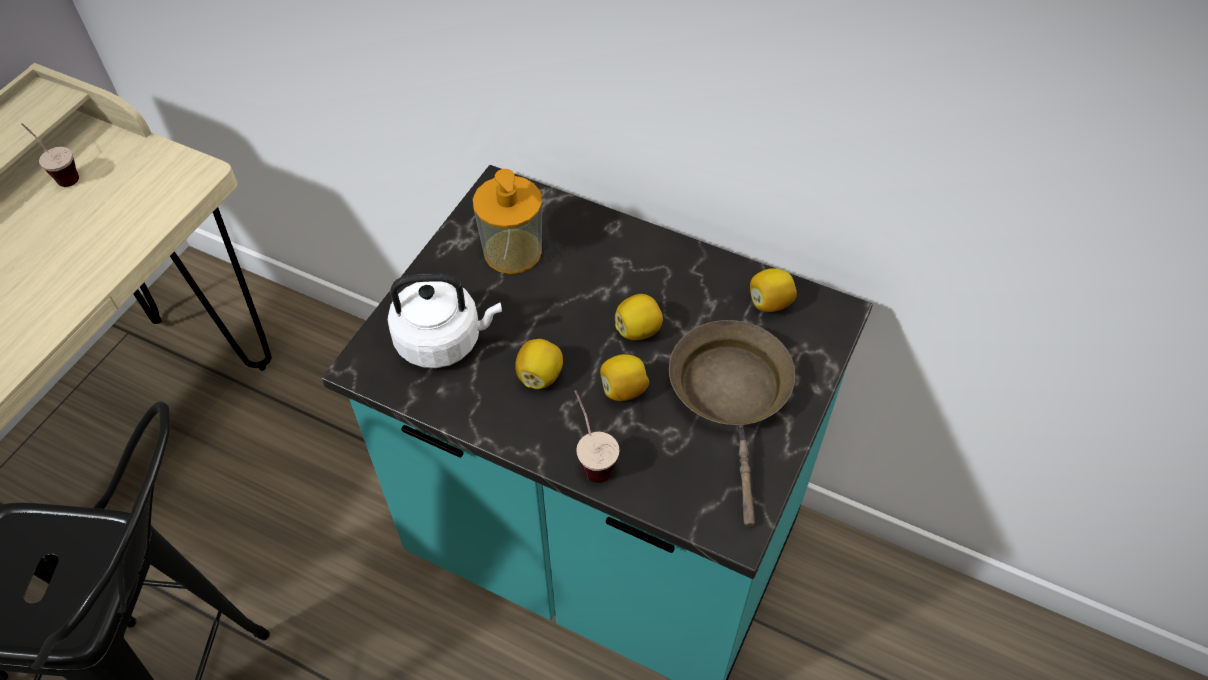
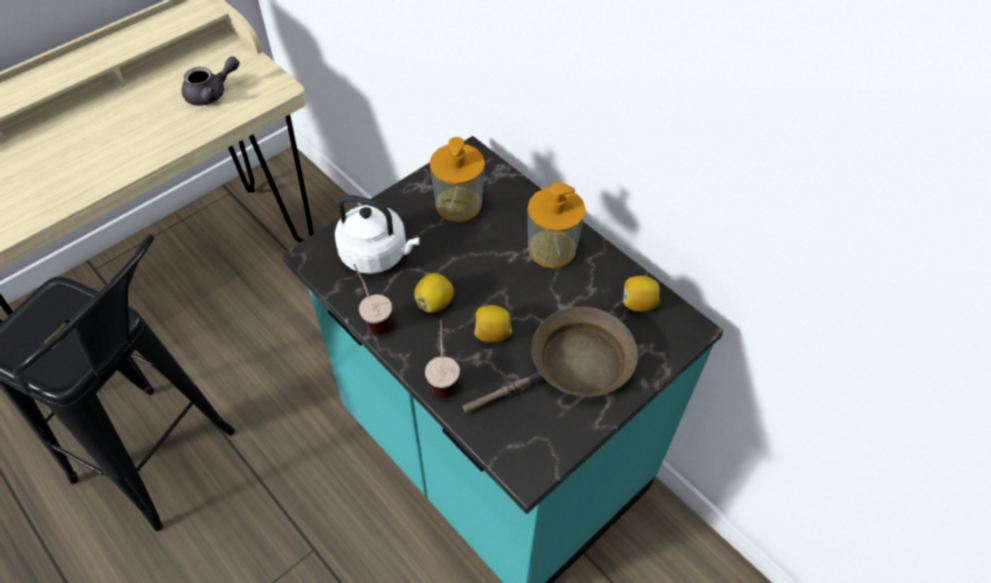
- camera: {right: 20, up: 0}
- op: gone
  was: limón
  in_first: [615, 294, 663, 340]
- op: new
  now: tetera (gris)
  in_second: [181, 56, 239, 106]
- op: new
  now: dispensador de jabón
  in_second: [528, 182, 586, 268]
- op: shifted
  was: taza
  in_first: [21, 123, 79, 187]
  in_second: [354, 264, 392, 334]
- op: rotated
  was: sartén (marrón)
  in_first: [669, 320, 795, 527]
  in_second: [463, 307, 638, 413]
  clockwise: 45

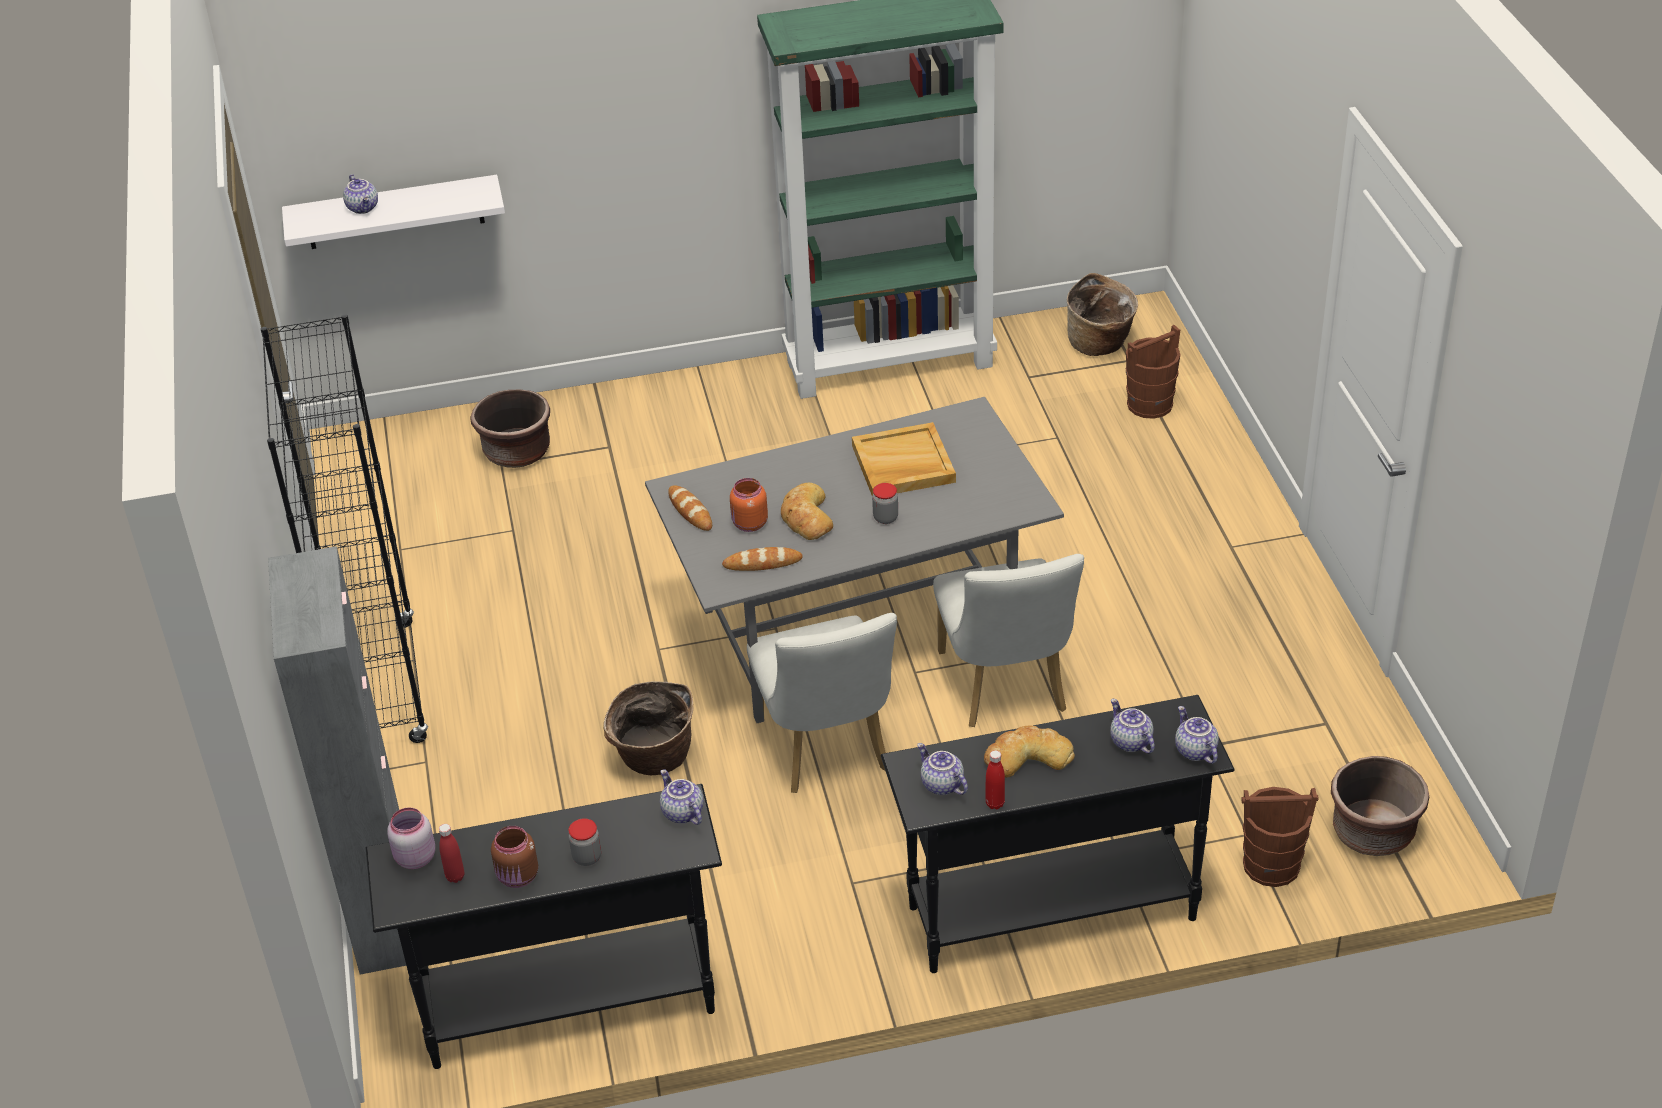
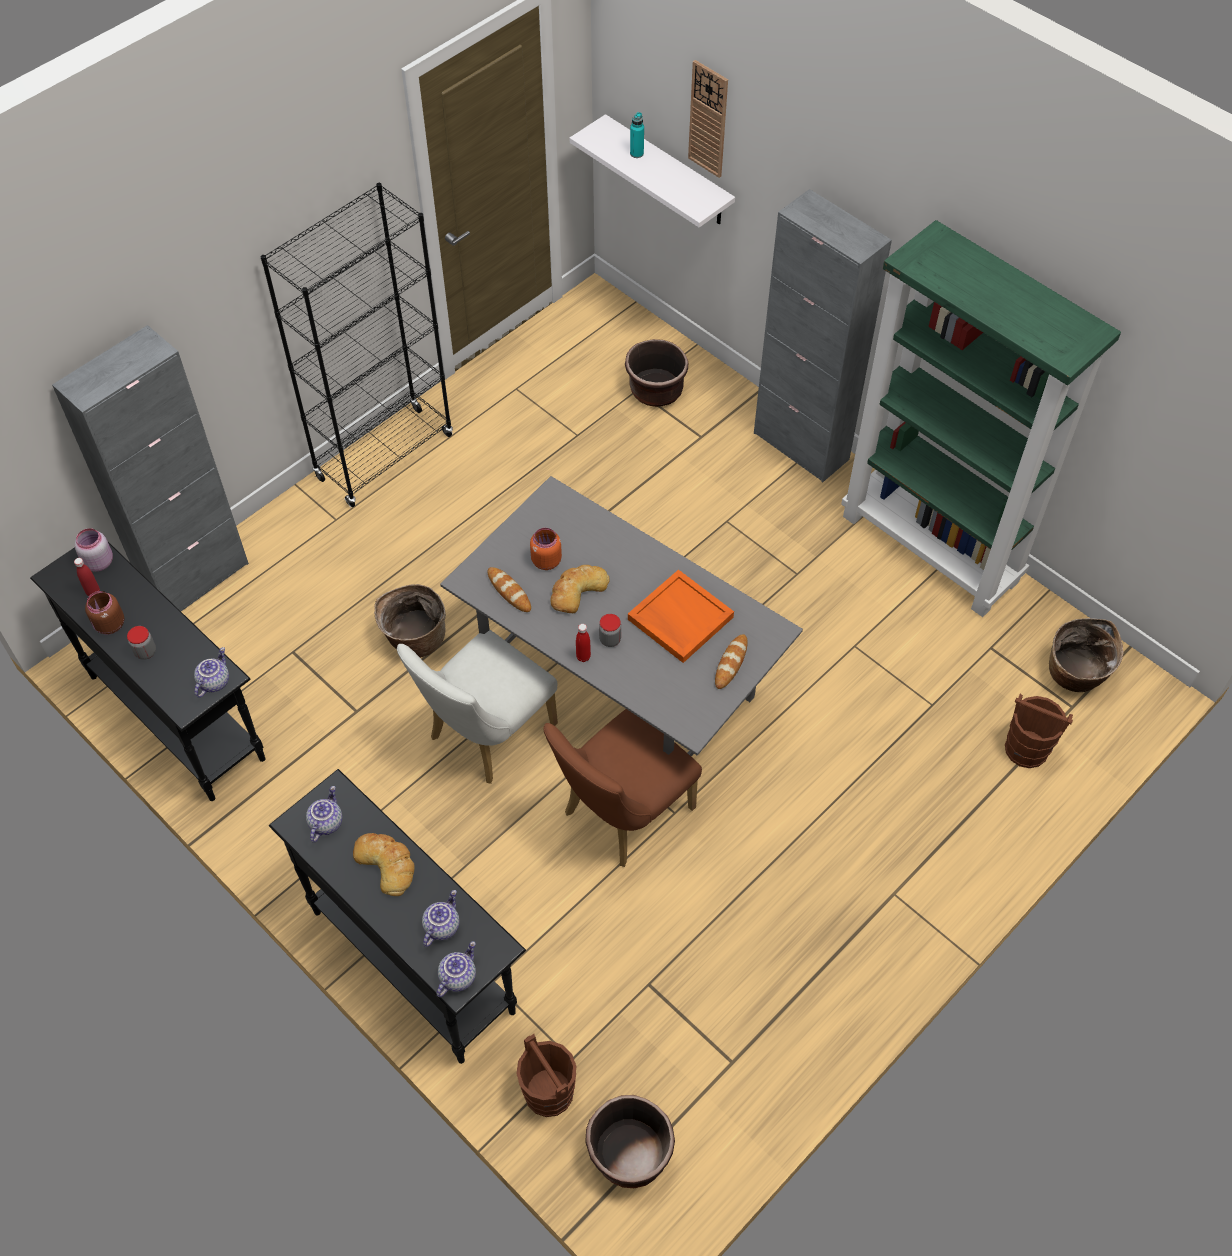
- camera: {right: 55, up: 15}
- op: new
  now: reloj de pared
  in_second: [688, 60, 728, 178]
- op: new
  now: armario (gris)
  in_second: [754, 189, 892, 482]
- op: shifted
  was: pan
  in_first: [668, 485, 712, 531]
  in_second: [715, 634, 748, 689]
- op: shifted
  was: botella (rojo)
  in_first: [985, 750, 1005, 810]
  in_second: [576, 624, 591, 662]
- op: swapped
  was: tetera
  now: botella (turquesa)
  in_first: [343, 174, 378, 214]
  in_second: [630, 112, 644, 158]
- op: repainted
  was: bandeja (beis)
  now: bandeja (naranja)
  in_first: [852, 422, 956, 495]
  in_second: [628, 569, 734, 663]
- op: repainted
  was: silla (blanco)
  now: silla (marrón)
  in_first: [933, 554, 1084, 727]
  in_second: [544, 709, 702, 867]

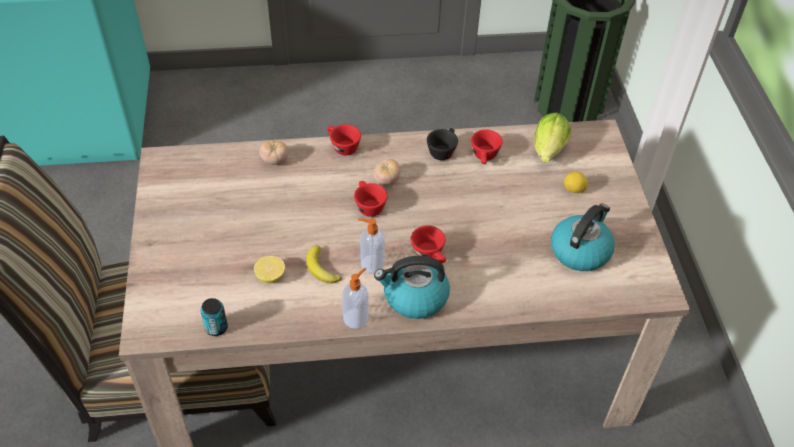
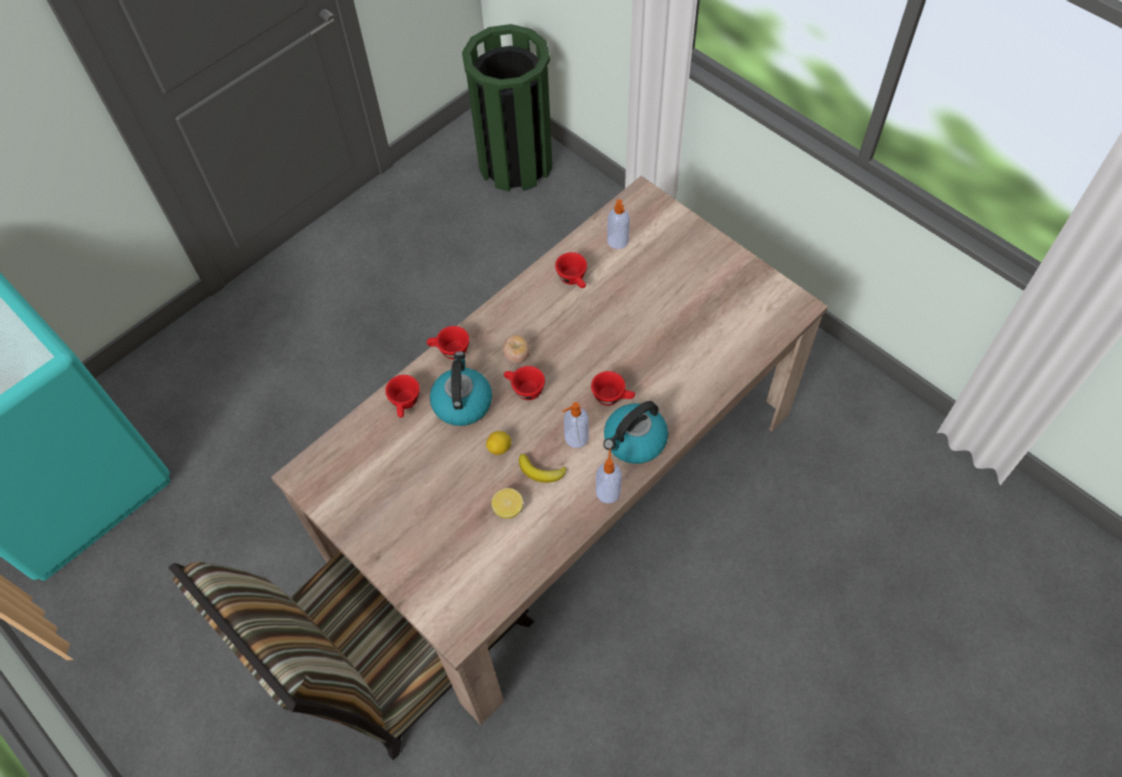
- camera: {right: -35, up: 10}
- op: gone
  was: lata
  in_first: [201, 298, 228, 336]
- op: gone
  was: taza (negro)
  in_first: [427, 128, 458, 160]
- op: shifted
  was: hervidor
  in_first: [551, 204, 615, 271]
  in_second: [430, 351, 492, 426]
- op: shifted
  was: limón
  in_first: [564, 171, 588, 193]
  in_second: [486, 431, 511, 455]
- op: swapped
  was: tomate
  now: taza (rojo)
  in_first: [259, 141, 289, 165]
  in_second: [385, 375, 420, 418]
- op: swapped
  was: lechuga
  now: dispensador de jabón
  in_first: [534, 112, 571, 163]
  in_second: [607, 199, 630, 249]

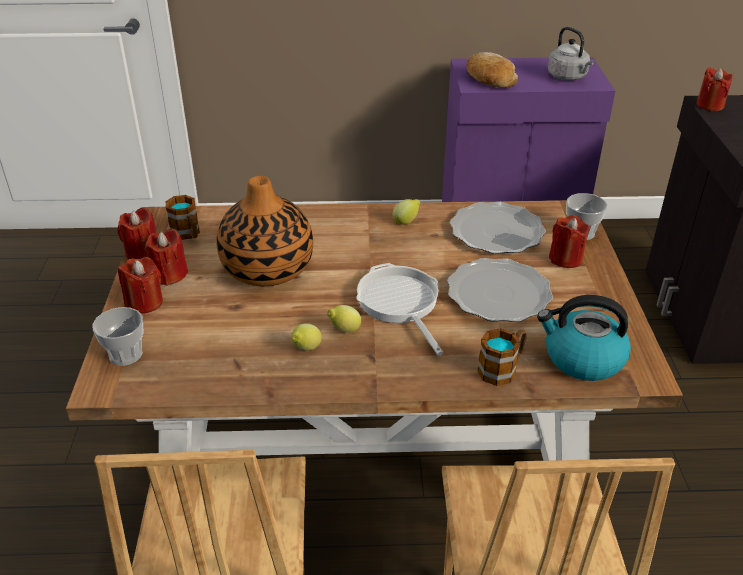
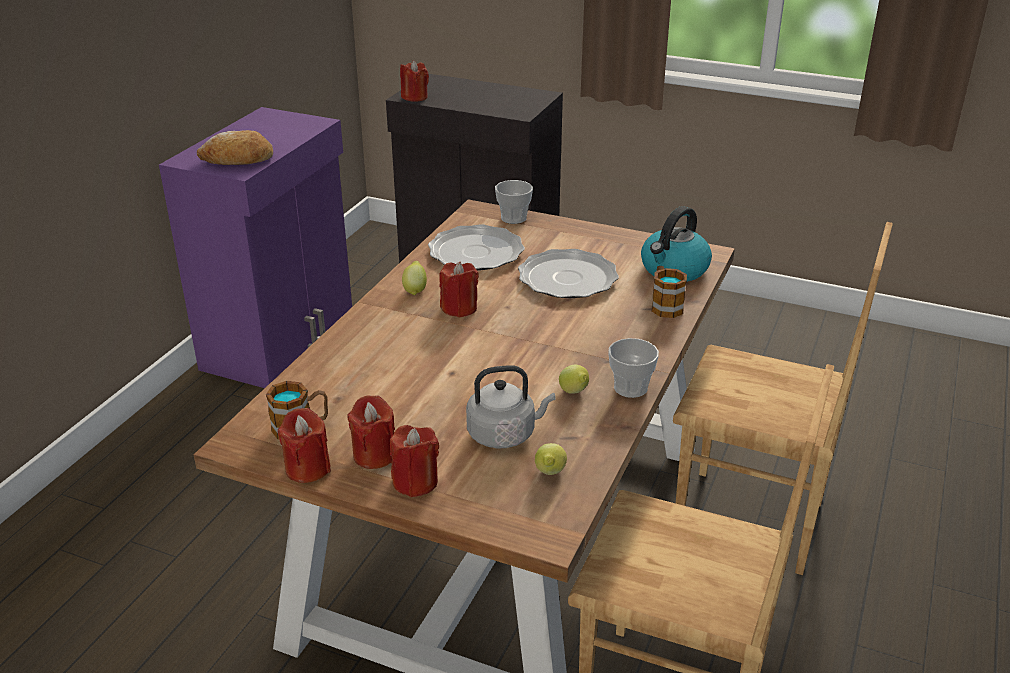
- camera: {right: -65, up: -5}
- op: gone
  was: florero
  in_first: [216, 176, 313, 286]
- op: gone
  was: sartén
  in_first: [356, 263, 443, 355]
- op: shifted
  was: taza
  in_first: [92, 307, 144, 366]
  in_second: [608, 338, 659, 398]
- op: shifted
  was: limón
  in_first: [327, 305, 361, 333]
  in_second: [535, 443, 567, 475]
- op: shifted
  was: hervidor (gris)
  in_first: [548, 27, 594, 81]
  in_second: [466, 365, 556, 449]
- op: shifted
  was: vela (rojo)
  in_first: [549, 215, 590, 268]
  in_second: [439, 262, 479, 318]

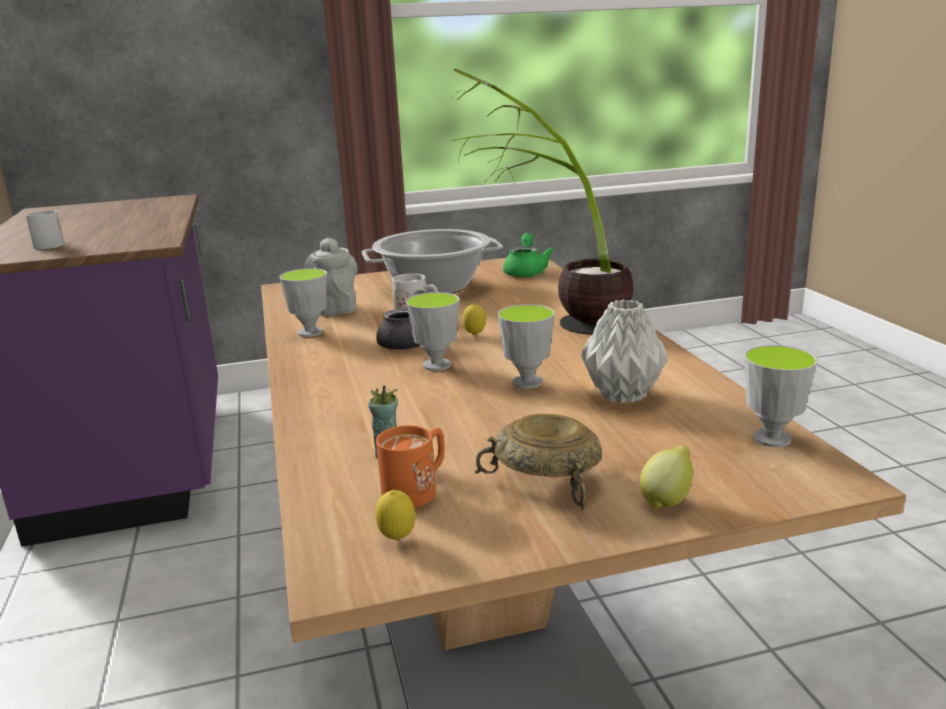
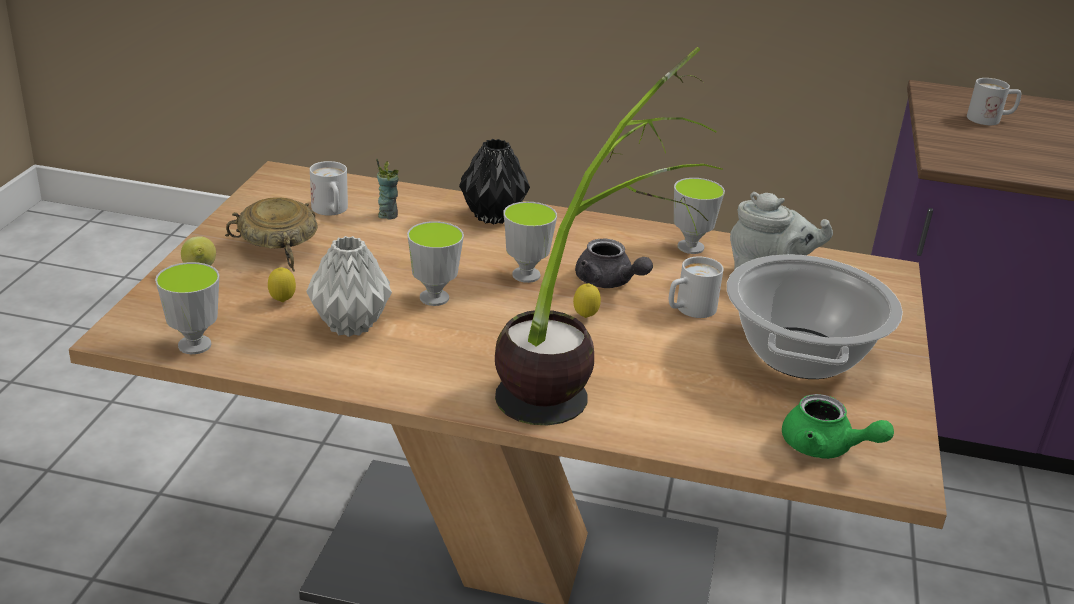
- camera: {right: 115, up: 10}
- op: new
  now: florero (negro)
  in_second: [459, 139, 530, 224]
- op: shifted
  was: limón
  in_first: [375, 490, 415, 540]
  in_second: [268, 267, 296, 302]
- op: repainted
  was: taza grande (naranja)
  now: taza grande (blanco)
  in_first: [376, 425, 445, 508]
  in_second: [310, 161, 348, 216]

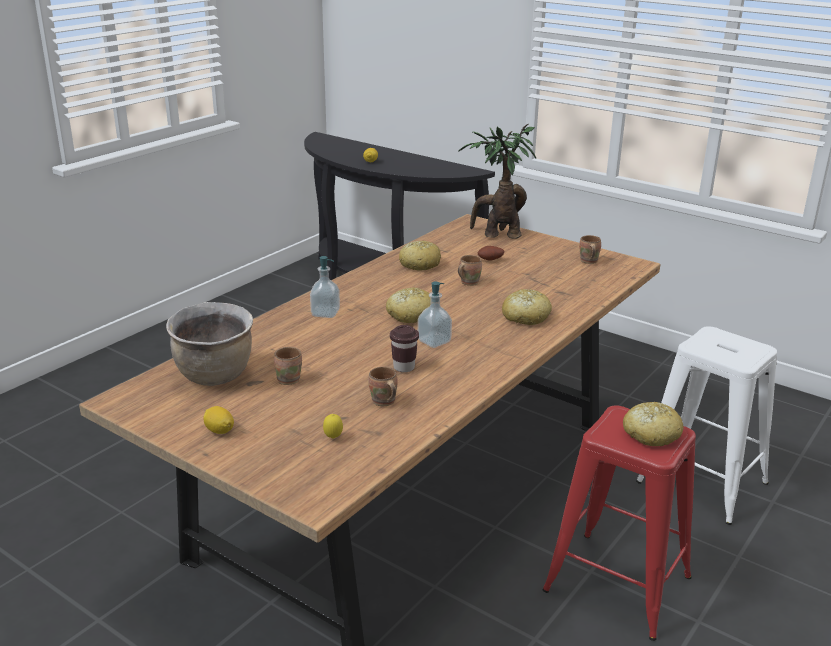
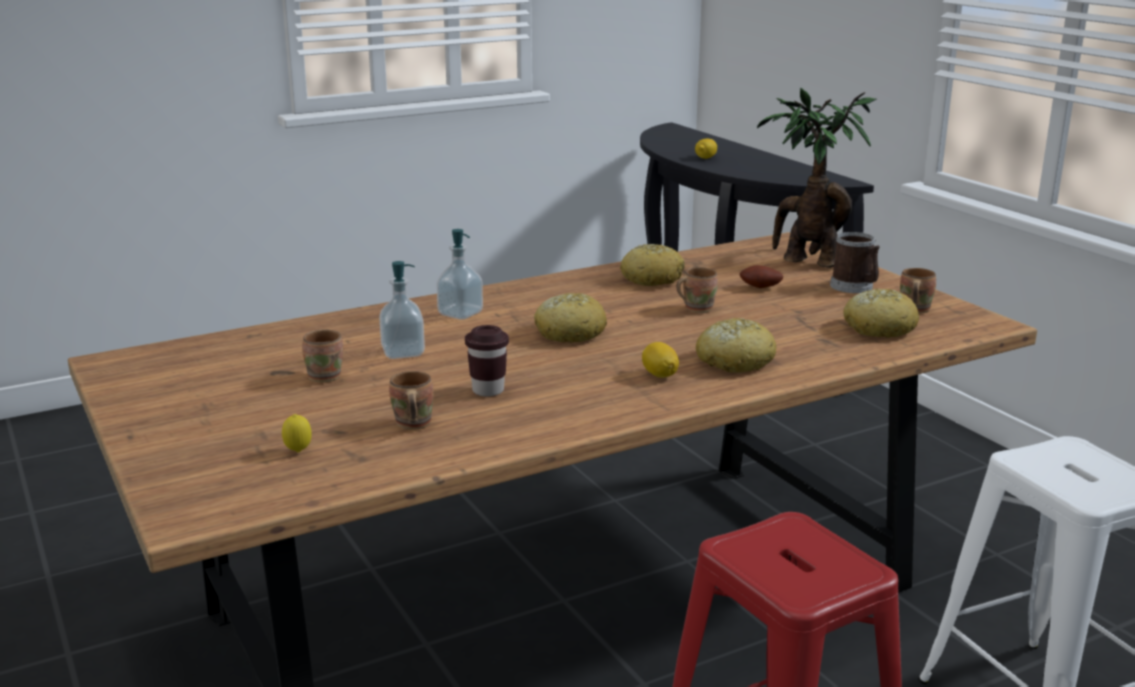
- camera: {right: 25, up: -5}
- op: gone
  was: olla (marrón)
  in_first: [166, 302, 253, 386]
- op: new
  now: taza grande
  in_second: [830, 232, 879, 293]
- op: shifted
  was: limón
  in_first: [203, 406, 234, 434]
  in_second: [642, 342, 679, 378]
- op: shifted
  was: dispensador de jabón
  in_first: [418, 282, 452, 348]
  in_second: [379, 261, 425, 359]
- op: shifted
  was: pan
  in_first: [623, 402, 683, 446]
  in_second: [843, 289, 920, 338]

